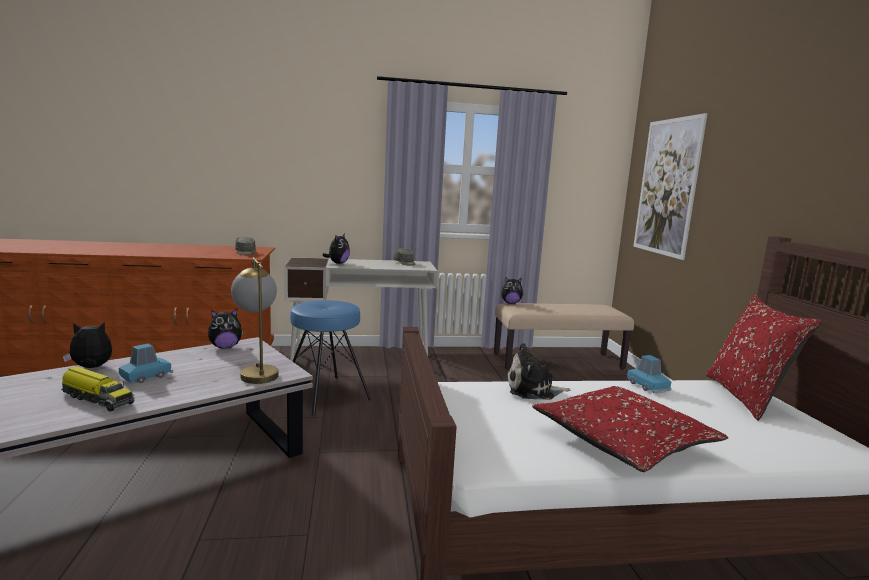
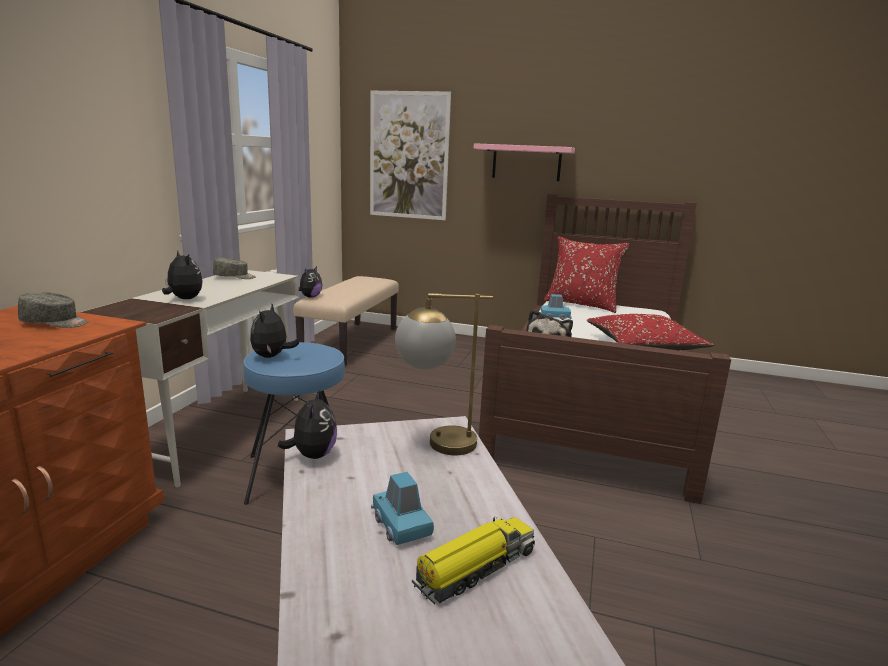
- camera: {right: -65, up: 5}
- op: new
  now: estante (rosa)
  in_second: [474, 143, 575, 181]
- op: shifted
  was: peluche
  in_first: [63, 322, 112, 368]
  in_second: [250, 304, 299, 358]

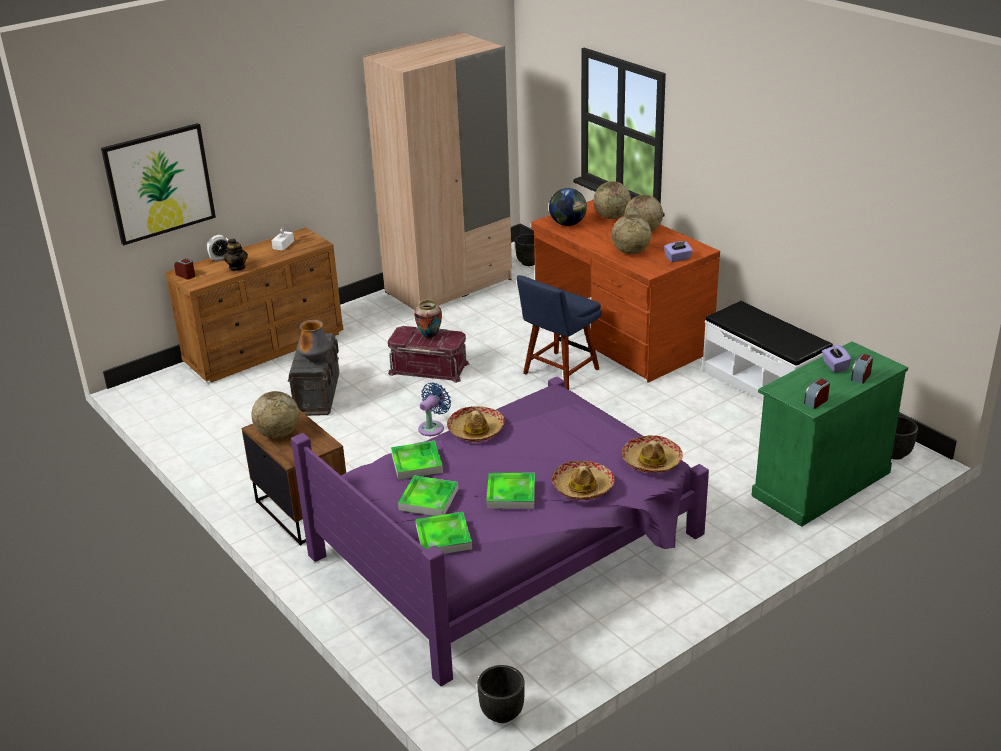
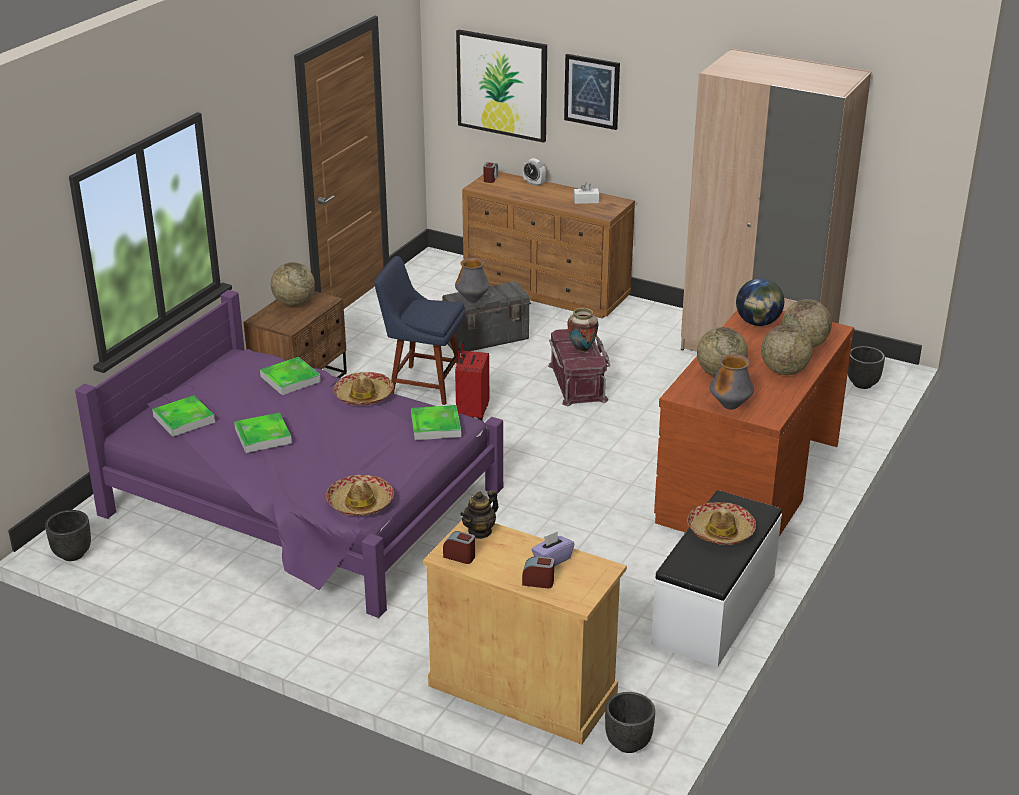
- camera: {right: 65, up: 0}
- op: new
  now: cuadro
  in_second: [564, 54, 620, 130]
- op: shifted
  was: tetera
  in_first: [224, 238, 248, 271]
  in_second: [460, 490, 499, 539]
- op: shifted
  was: bandeja
  in_first: [398, 475, 458, 516]
  in_second: [411, 405, 461, 440]
- op: shifted
  was: silla (azul)
  in_first: [516, 275, 602, 390]
  in_second: [374, 256, 466, 405]
- op: shifted
  was: sombrero
  in_first: [552, 461, 615, 500]
  in_second: [687, 502, 756, 545]
- op: swapped
  was: ventilador (azul)
  now: maleta (rojo)
  in_first: [418, 382, 451, 436]
  in_second: [455, 340, 489, 420]
- op: swapped
  was: caja de pañuelos (morado)
  now: florero
  in_first: [664, 241, 693, 262]
  in_second: [710, 354, 754, 410]
- op: repainted
  was: armario (verde)
  now: armario (beis)
  in_first: [751, 341, 908, 527]
  in_second: [423, 520, 627, 745]

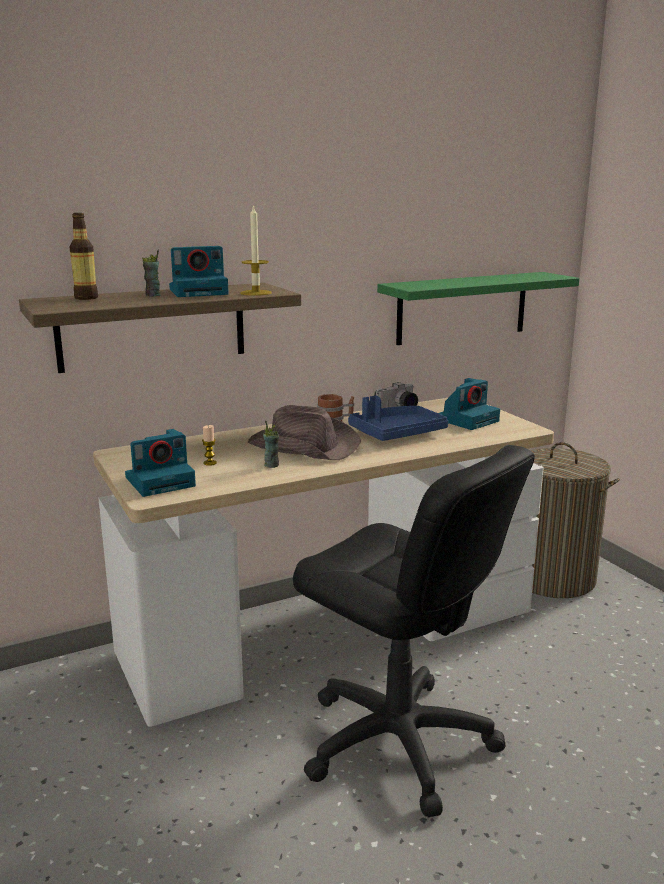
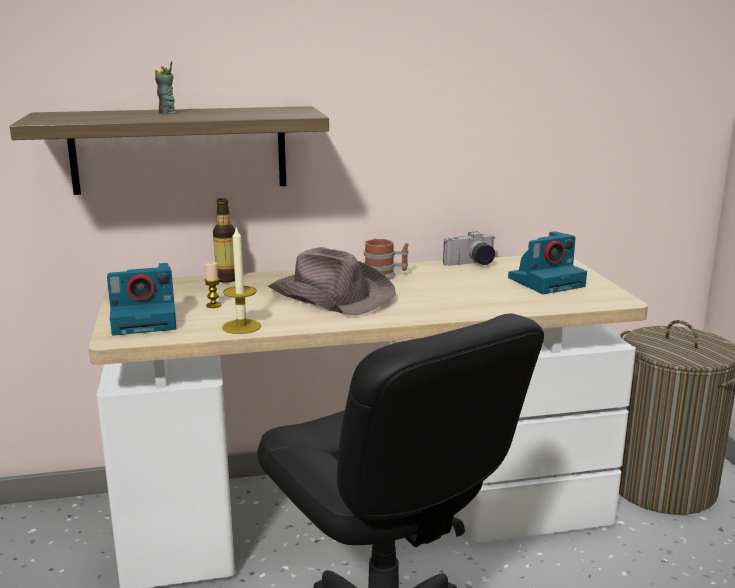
- camera: {right: 15, up: 0}
- op: gone
  was: cámara
  in_first: [169, 246, 229, 297]
- op: gone
  was: taza
  in_first: [263, 421, 279, 468]
- op: gone
  was: bandeja (azul)
  in_first: [348, 396, 448, 441]
- op: gone
  was: estante (verde)
  in_first: [377, 272, 579, 345]
- op: shifted
  was: botella
  in_first: [70, 213, 98, 300]
  in_second: [213, 198, 235, 283]
- op: shifted
  was: vela
  in_first: [240, 204, 272, 296]
  in_second: [222, 226, 261, 334]

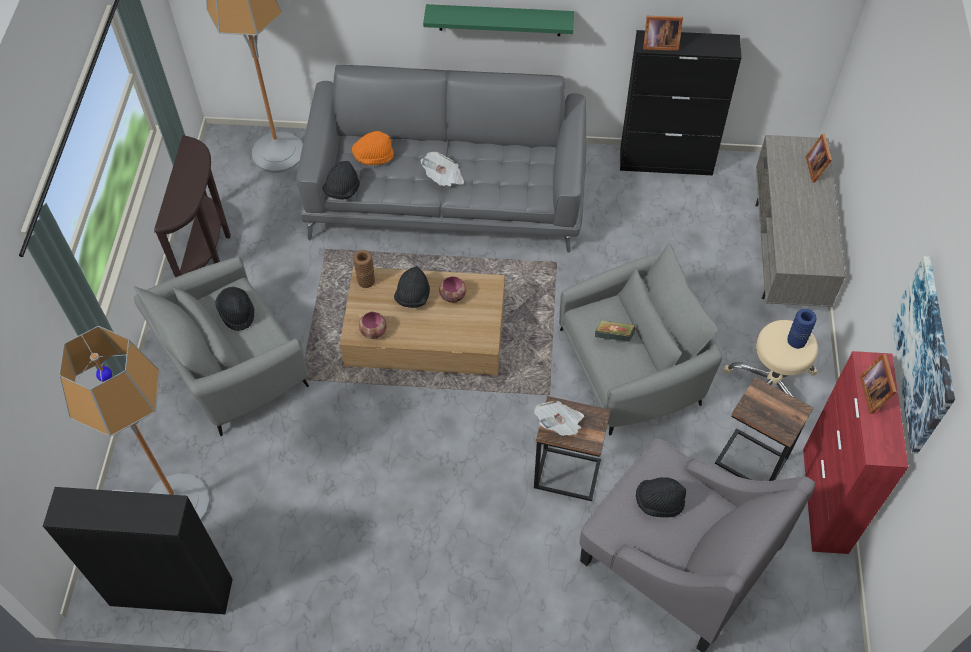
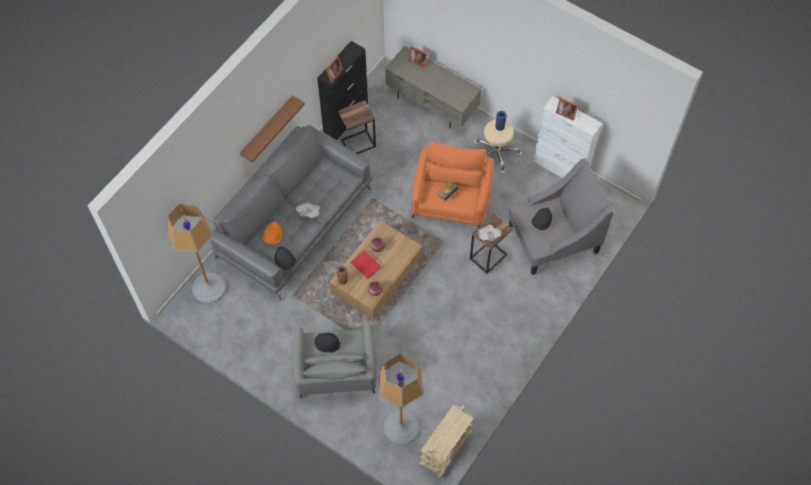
- camera: {right: -60, up: 5}
- op: gone
  was: mesa consola (marrón)
  in_first: [154, 135, 231, 277]
- op: gone
  was: cuadro
  in_first: [891, 256, 955, 454]
- op: shifted
  was: mesa auxiliar
  in_first: [715, 377, 813, 481]
  in_second: [338, 100, 376, 154]
- op: swapped
  was: armario (negro)
  now: carrito (beis)
  in_first: [43, 487, 233, 614]
  in_second: [420, 405, 474, 478]
- op: swapped
  was: sombrero (negro)
  now: libro (rojo)
  in_first: [394, 266, 430, 308]
  in_second: [350, 251, 381, 278]
- op: repainted
  was: estante (verde)
  now: estante (marrón)
  in_first: [423, 4, 574, 36]
  in_second: [240, 95, 305, 162]
- op: repainted
  was: sillón (gris)
  now: sillón (naranja)
  in_first: [559, 243, 722, 435]
  in_second: [411, 141, 493, 227]
- op: repainted
  was: armario (rojo)
  now: armario (blanco)
  in_first: [803, 351, 909, 554]
  in_second: [533, 96, 602, 178]

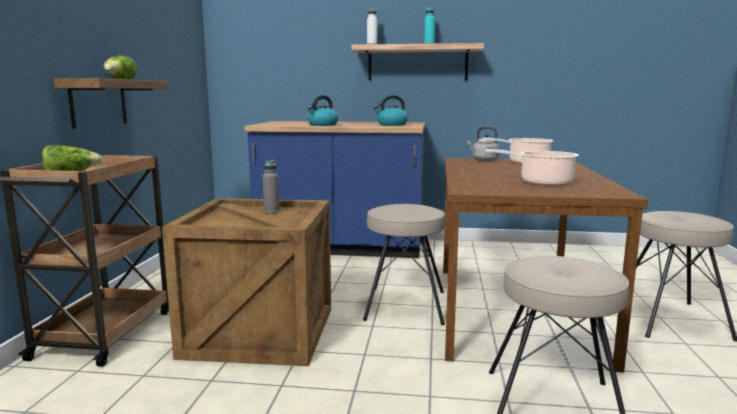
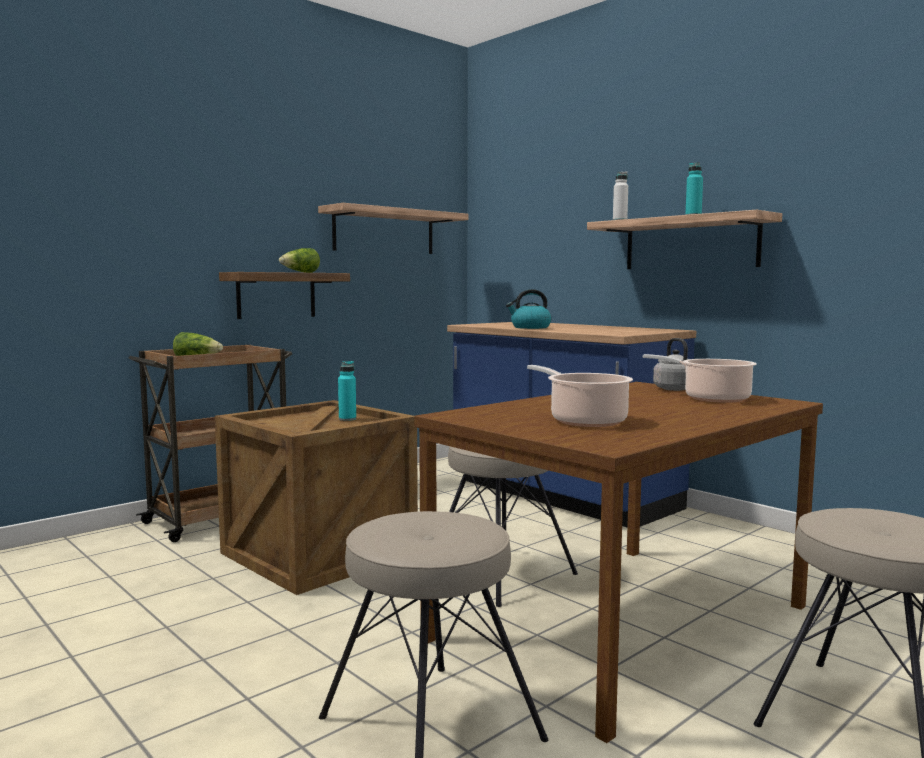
- camera: {right: 40, up: -5}
- op: gone
  was: hervidor
  in_first: [374, 95, 408, 126]
- op: new
  now: estante
  in_second: [318, 203, 469, 254]
- op: repainted
  was: botella (gris)
  now: botella (turquesa)
  in_first: [263, 160, 279, 213]
  in_second: [338, 361, 356, 421]

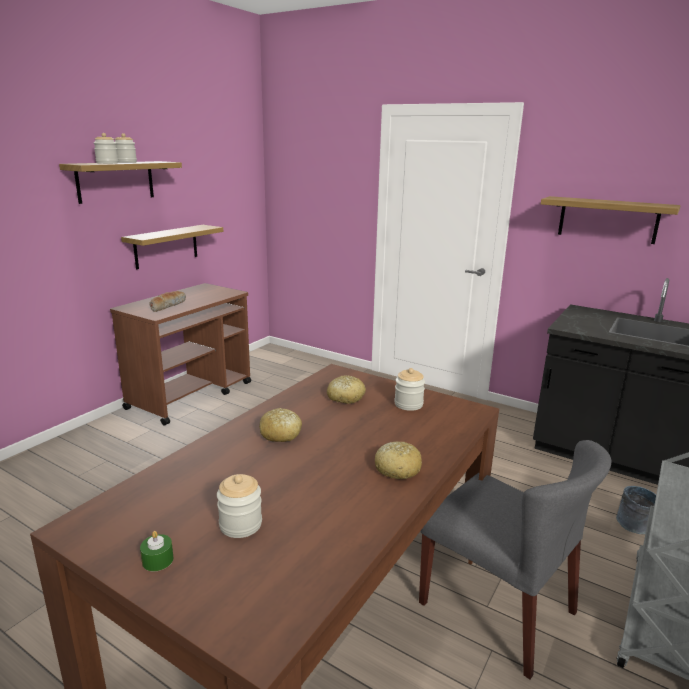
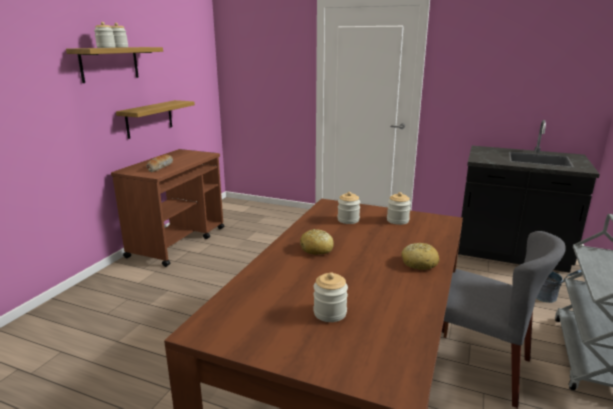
- camera: {right: -10, up: 0}
- op: gone
  was: vela (verde)
  in_first: [140, 531, 174, 571]
- op: gone
  was: estante
  in_first: [541, 196, 681, 244]
- op: swapped
  was: pan
  now: tarro
  in_first: [327, 376, 366, 404]
  in_second: [337, 192, 360, 224]

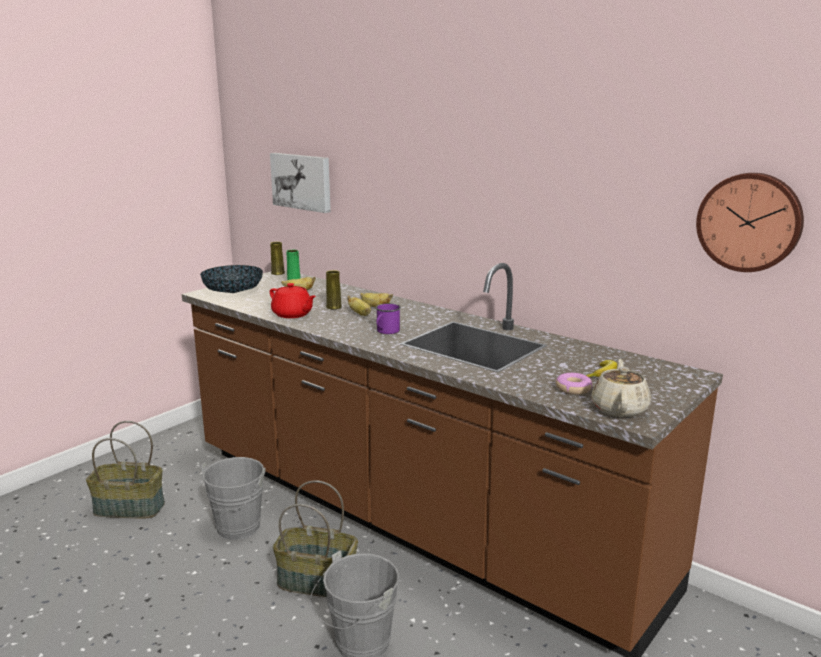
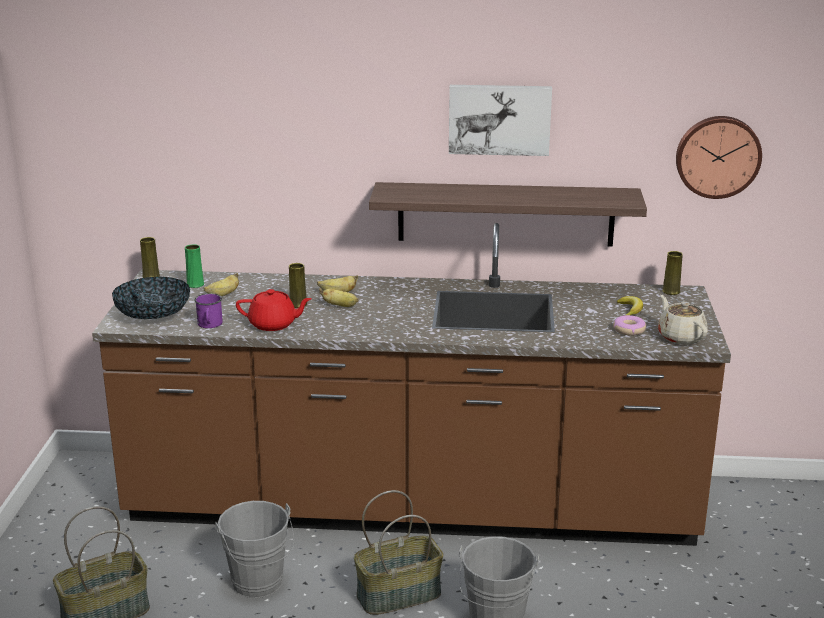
- camera: {right: -35, up: 5}
- op: new
  now: estante
  in_second: [369, 182, 647, 247]
- op: new
  now: florero (amarillo)
  in_second: [662, 251, 683, 295]
- op: shifted
  was: cuadro
  in_first: [270, 153, 331, 213]
  in_second: [449, 85, 552, 156]
- op: shifted
  was: taza grande (morado)
  in_first: [376, 303, 401, 334]
  in_second: [194, 293, 223, 328]

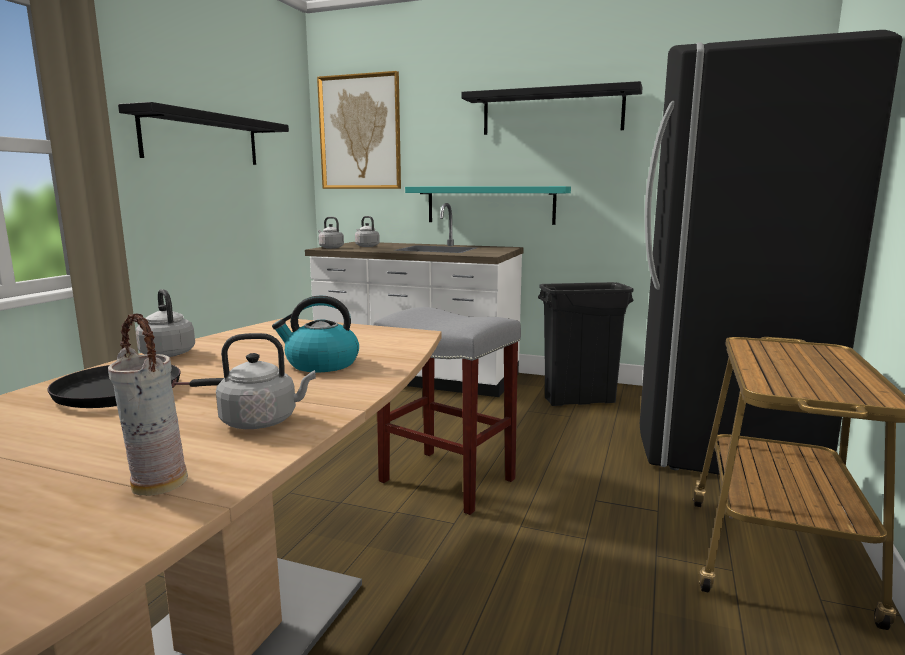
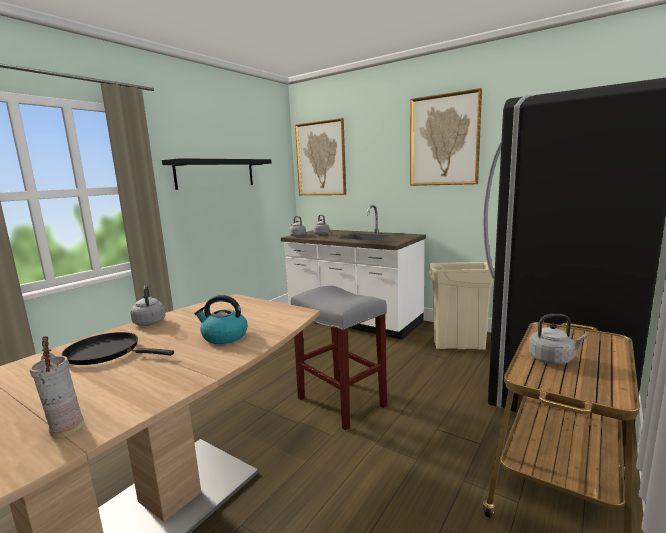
- camera: {right: 15, up: 0}
- op: gone
  was: estante (turquesa)
  in_first: [405, 186, 571, 225]
- op: shifted
  was: hervidor (gris)
  in_first: [216, 333, 316, 429]
  in_second: [529, 314, 587, 365]
- op: swapped
  was: estante (negro)
  now: cuadro
  in_first: [461, 81, 643, 135]
  in_second: [410, 88, 482, 186]
- op: repainted
  was: papelera (negro)
  now: papelera (beis)
  in_first: [538, 282, 633, 406]
  in_second: [428, 262, 495, 350]

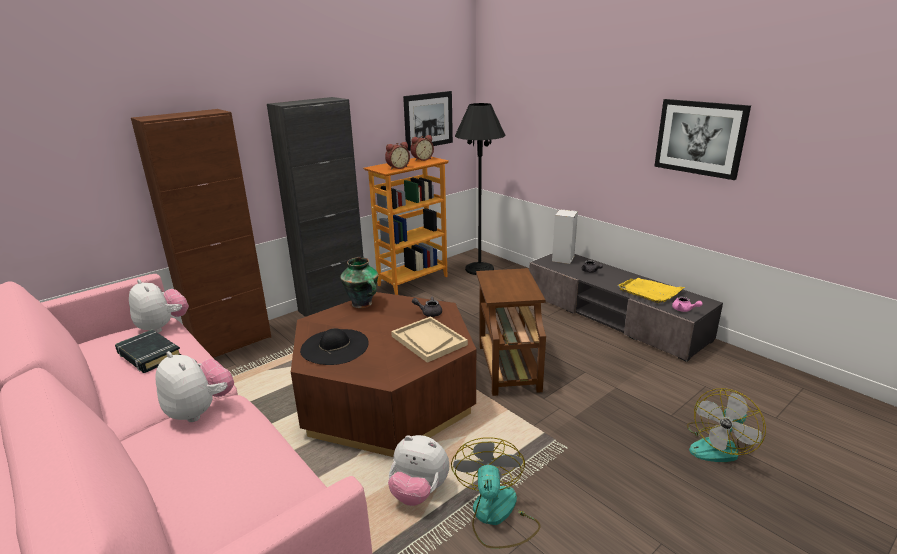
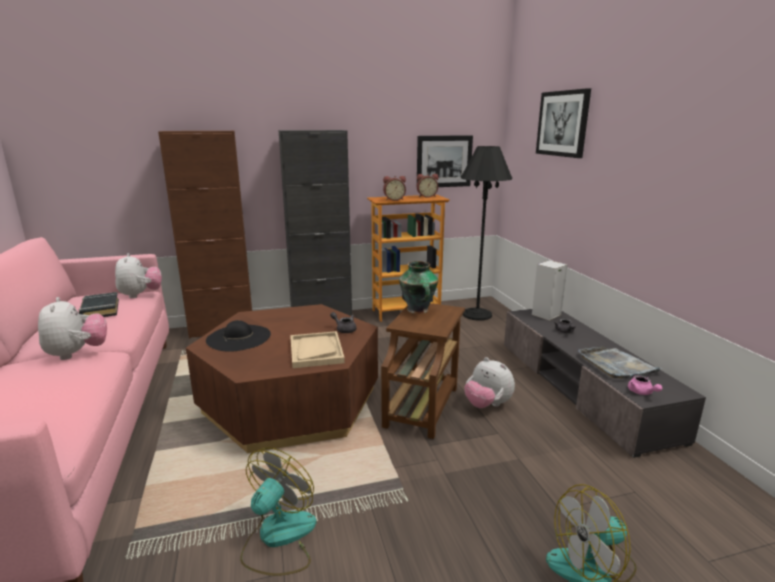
- camera: {right: 25, up: -5}
- op: shifted
  was: florero
  in_first: [340, 257, 378, 308]
  in_second: [399, 261, 438, 314]
- op: shifted
  was: peluche
  in_first: [388, 435, 449, 506]
  in_second: [464, 357, 515, 408]
- op: shifted
  was: cuadro
  in_first: [654, 99, 751, 180]
  in_second: [536, 88, 591, 158]
- op: repainted
  was: bandeja (amarillo)
  now: bandeja (gris)
  in_first: [618, 278, 685, 303]
  in_second: [578, 347, 663, 379]

